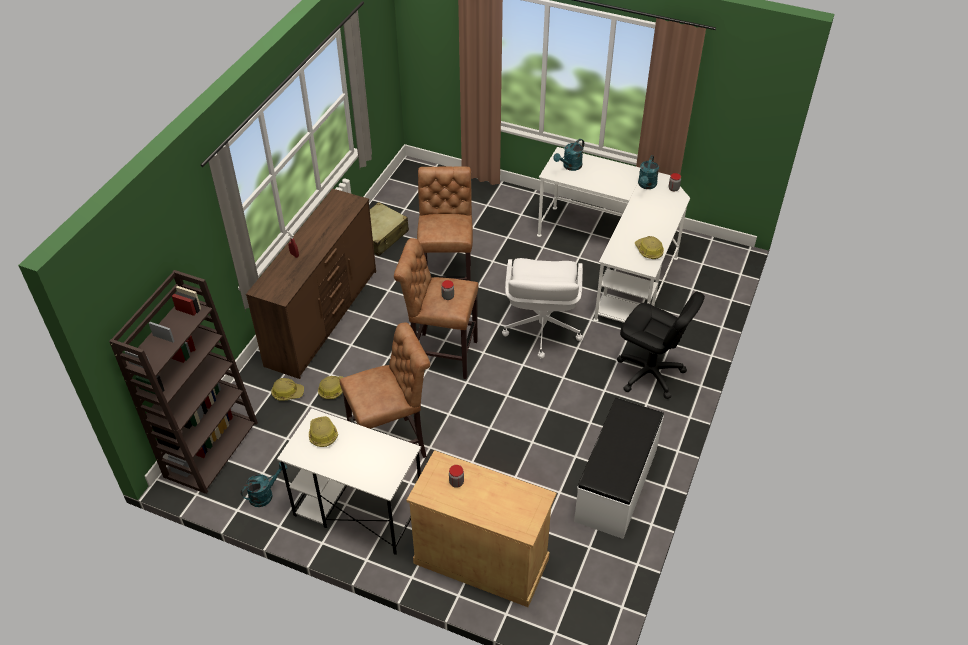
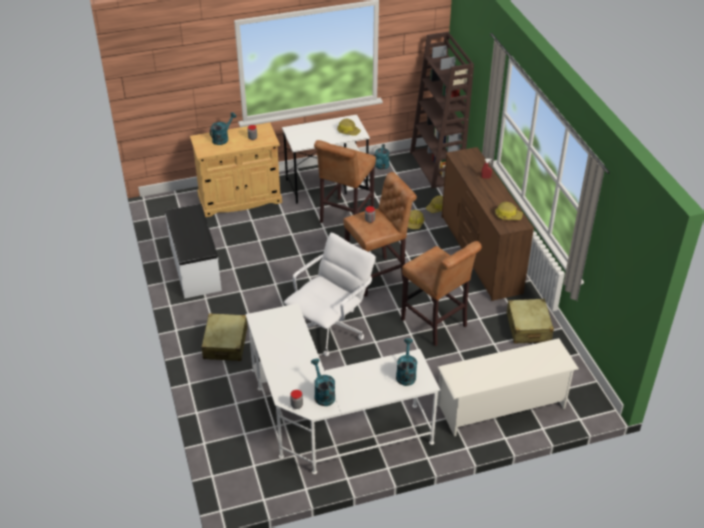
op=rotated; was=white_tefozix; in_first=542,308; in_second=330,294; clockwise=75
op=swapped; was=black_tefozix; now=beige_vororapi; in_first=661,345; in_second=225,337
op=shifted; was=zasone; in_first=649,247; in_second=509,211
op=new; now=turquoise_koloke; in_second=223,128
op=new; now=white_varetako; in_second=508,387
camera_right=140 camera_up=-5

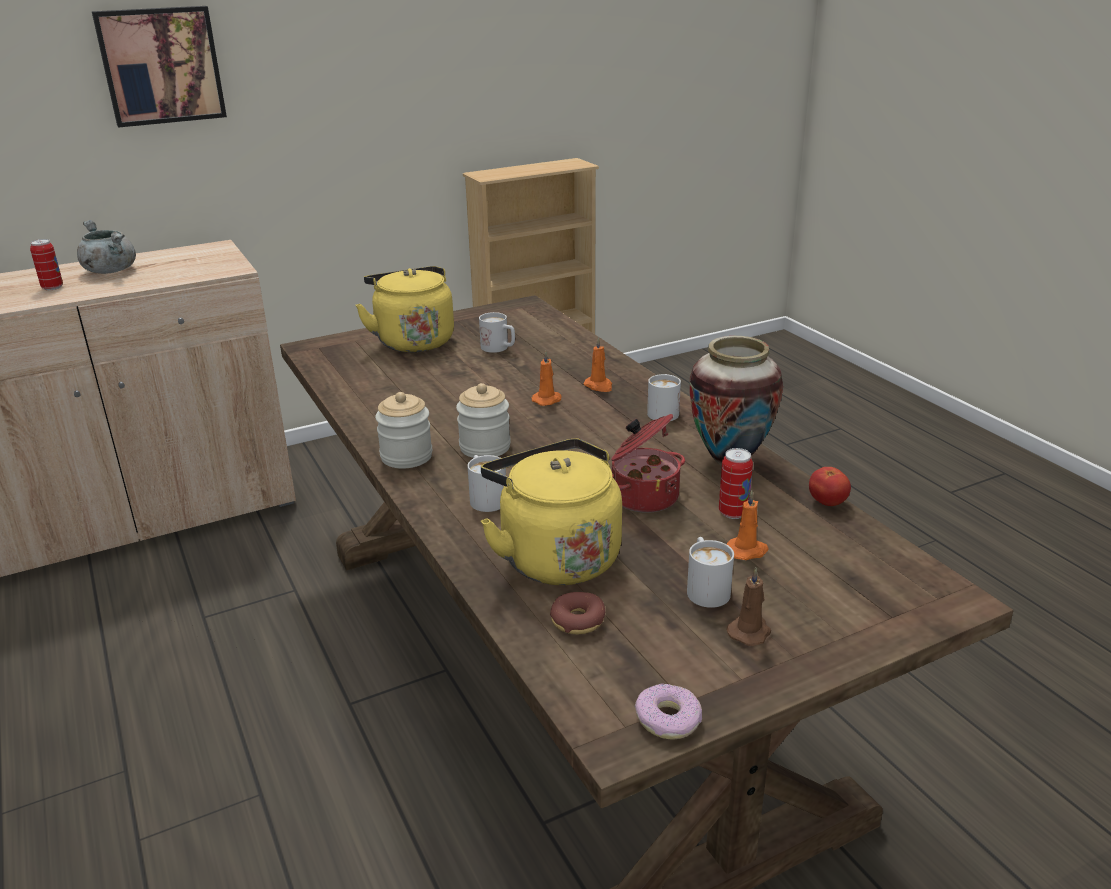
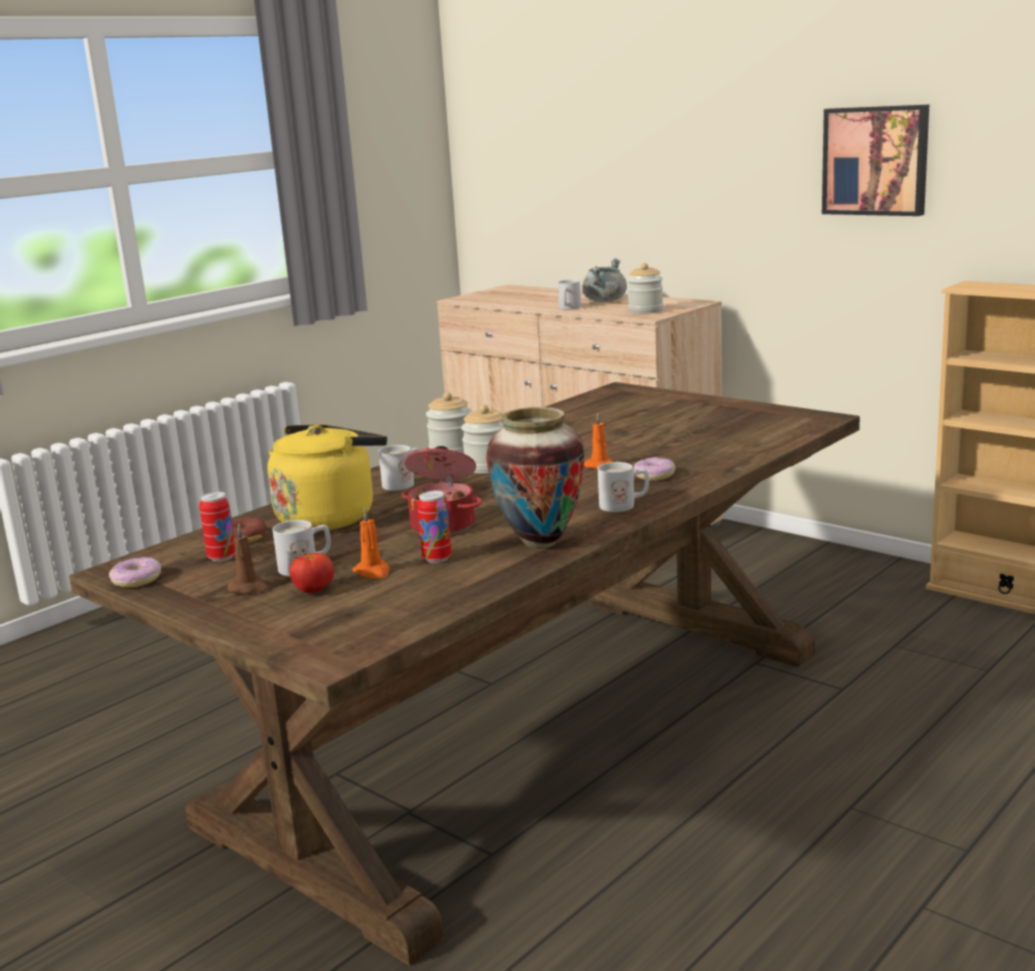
op=shifted; was=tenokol; in_first=46,264; in_second=217,527
op=shifted; was=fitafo; in_first=159,66; in_second=875,160
op=gone; was=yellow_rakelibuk; in_first=405,309
op=shifted; was=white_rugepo; in_first=497,332; in_second=569,294
op=swapped; was=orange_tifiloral; now=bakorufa; in_first=597,364; in_second=654,469
op=shifted; was=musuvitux; in_first=830,486; in_second=311,573
op=new; now=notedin; in_second=645,288
camera_right=70 camera_up=-10

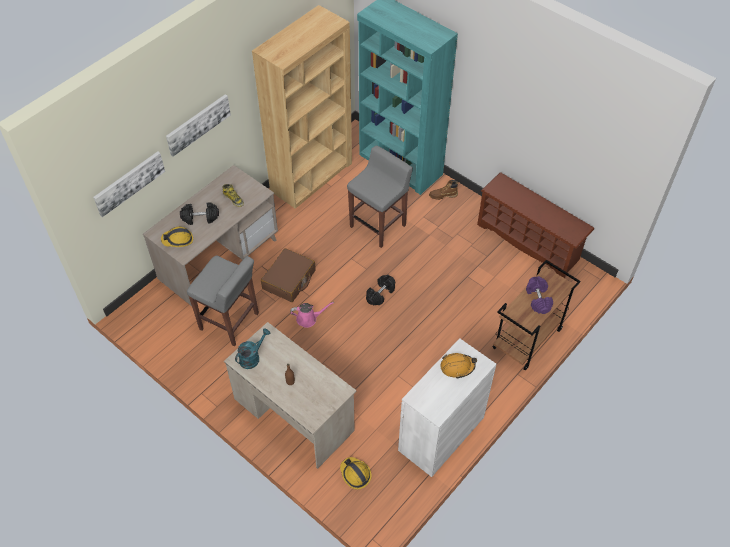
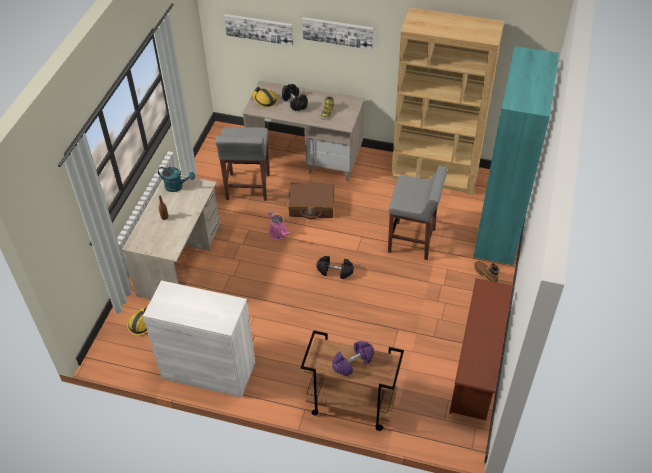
op=gone; was=orange_zasone; in_first=458,366
camera_right=65 camera_up=-5

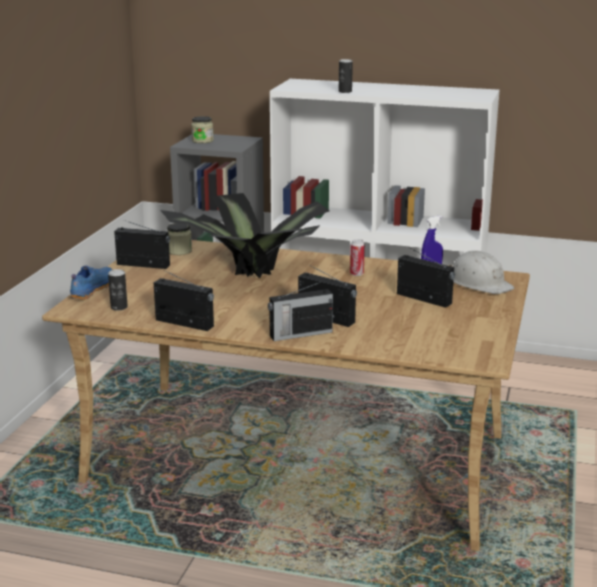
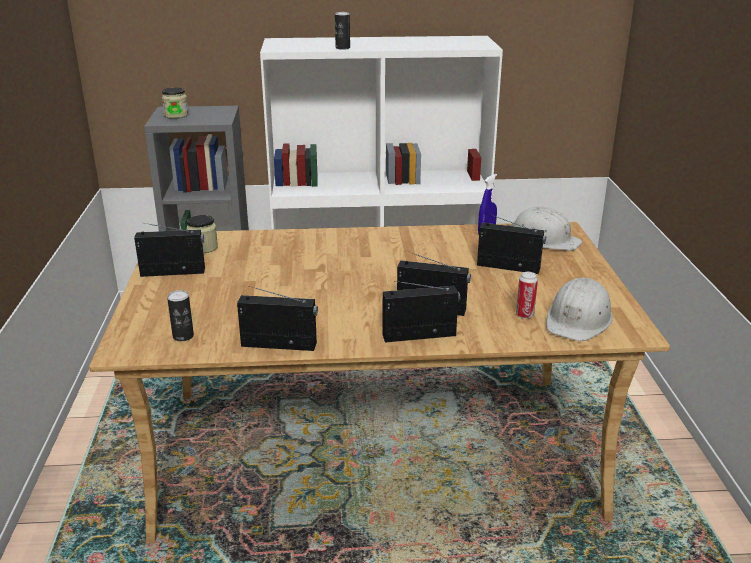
op=gone; was=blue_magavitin; in_first=91,283
op=gone; was=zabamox; in_first=245,235
op=rotated; was=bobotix; in_first=300,311; in_second=421,312; clockwise=-150
op=shifted; was=tenokol; in_first=357,257; in_second=527,295
op=new; now=white_zasone; in_second=579,309
camera_right=-20 camera_up=5

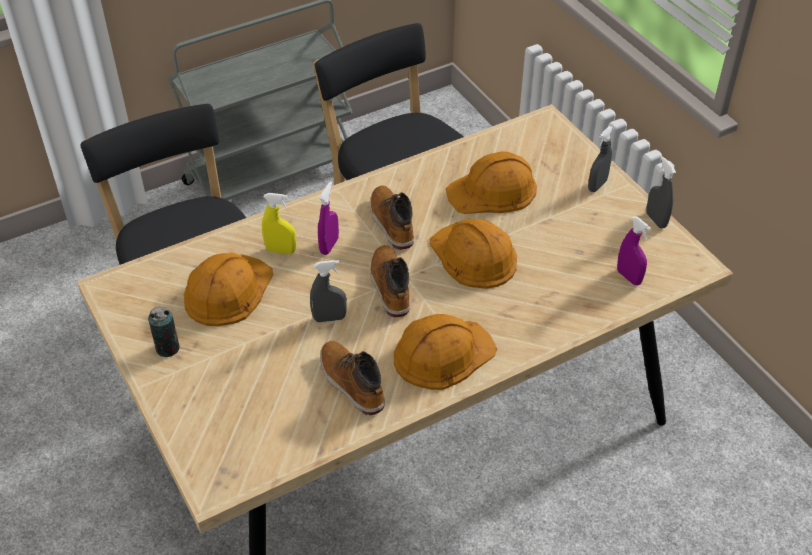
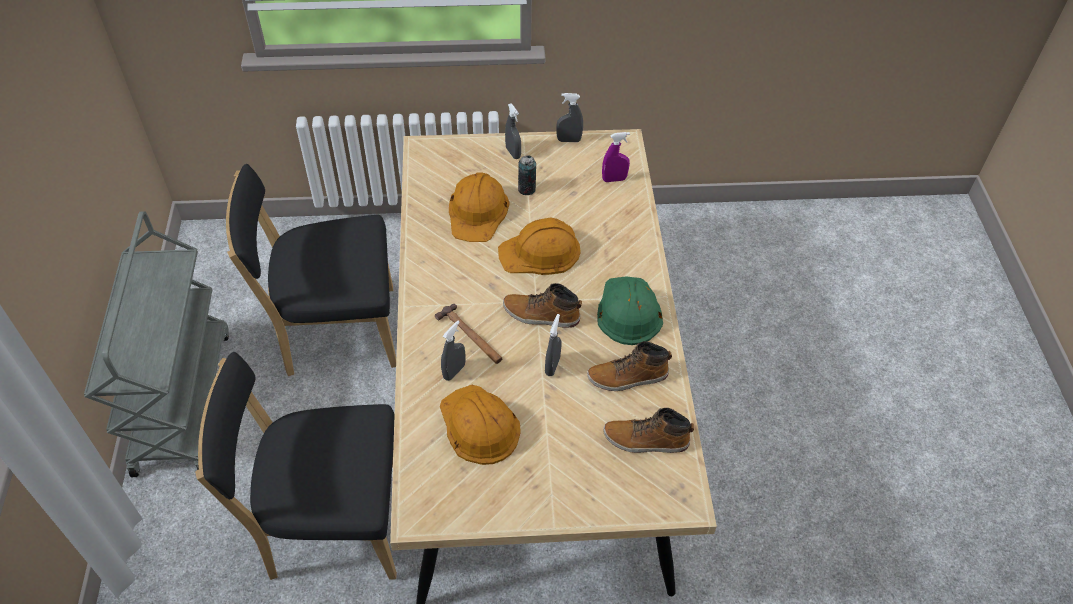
op=shifted; was=tenokol; in_first=164,331; in_second=527,175
op=repainted; was=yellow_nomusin; now=grey_nomusin; in_first=279,223; in_second=453,350
op=swapped; was=purple_nomusin; now=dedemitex; in_first=328,218; in_second=468,334
op=shifted; was=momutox; in_first=392,218; in_second=648,430
op=repainted; was=orange_zasone; now=green_zasone; in_first=445,352; in_second=630,310
camera_right=-65 camera_up=5

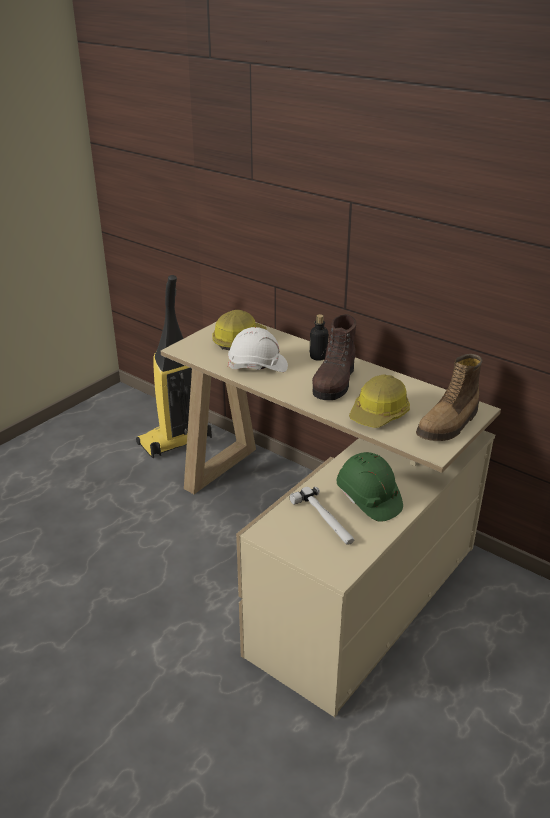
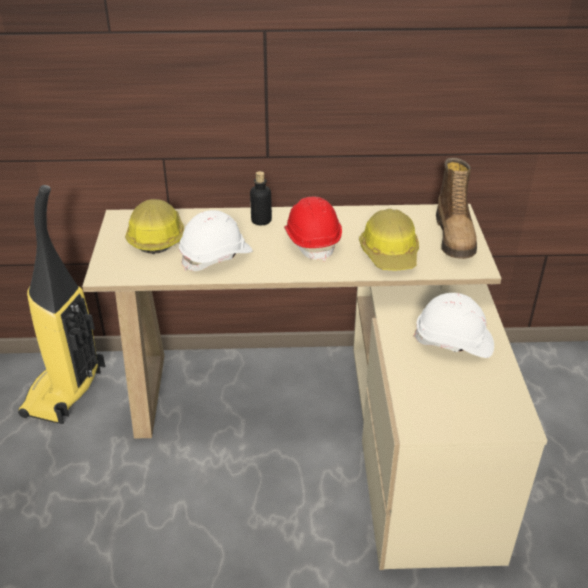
op=gone; was=dedemitex; in_first=322,516
op=swapped; was=brown_momutox; now=red_zasone; in_first=334,357; in_second=313,229
op=repainted; was=green_zasone; now=white_zasone; in_first=370,487; in_second=453,325
camera_right=-40 camera_up=5

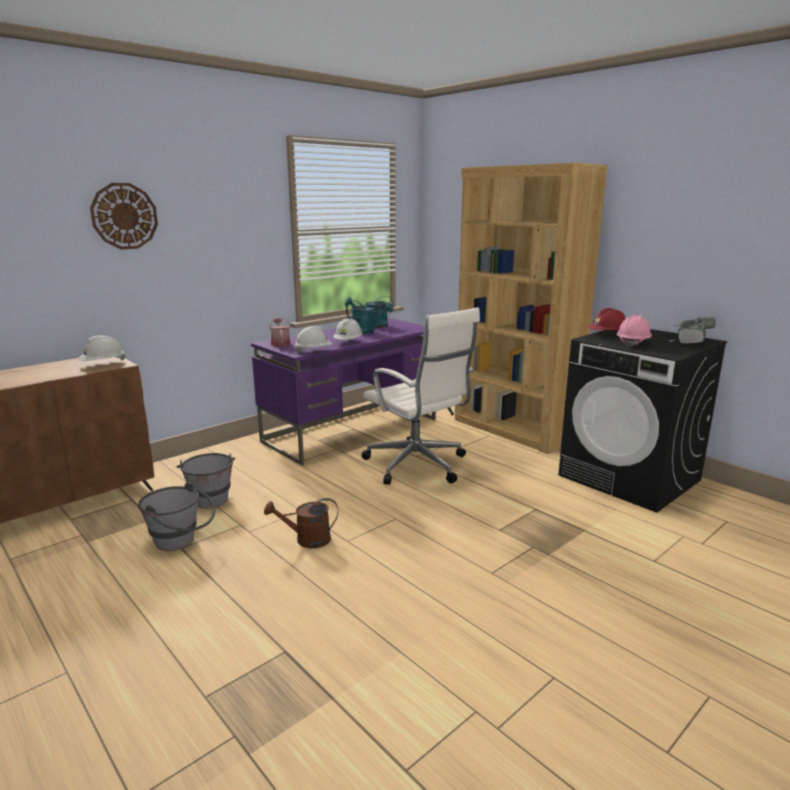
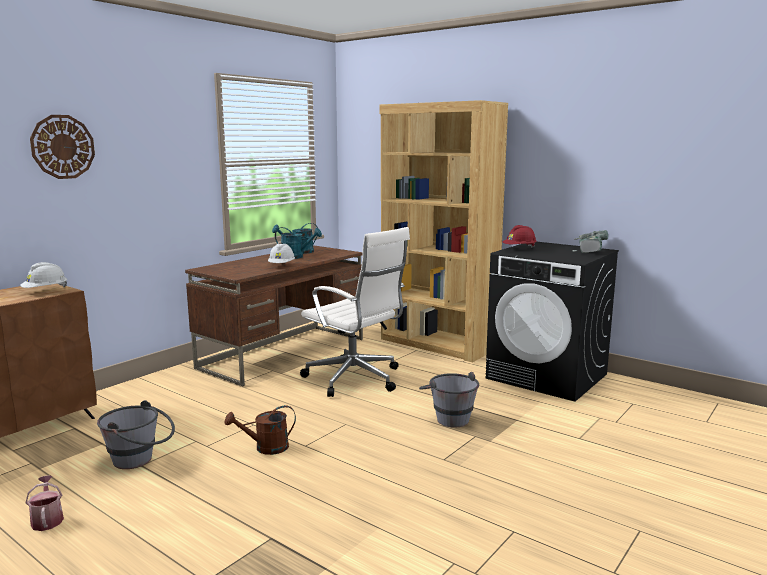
op=shifted; was=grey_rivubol; in_first=205,481; in_second=449,400
op=repainted; was=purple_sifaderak; now=brown_sifaderak; in_first=343,391; in_second=274,316
op=shifted; was=koloke; in_first=280,332; in_second=45,503
op=gone; was=white_zasone; in_first=313,339
op=gone; was=pink_zasone; in_first=634,331
camera_right=-10 camera_up=-5

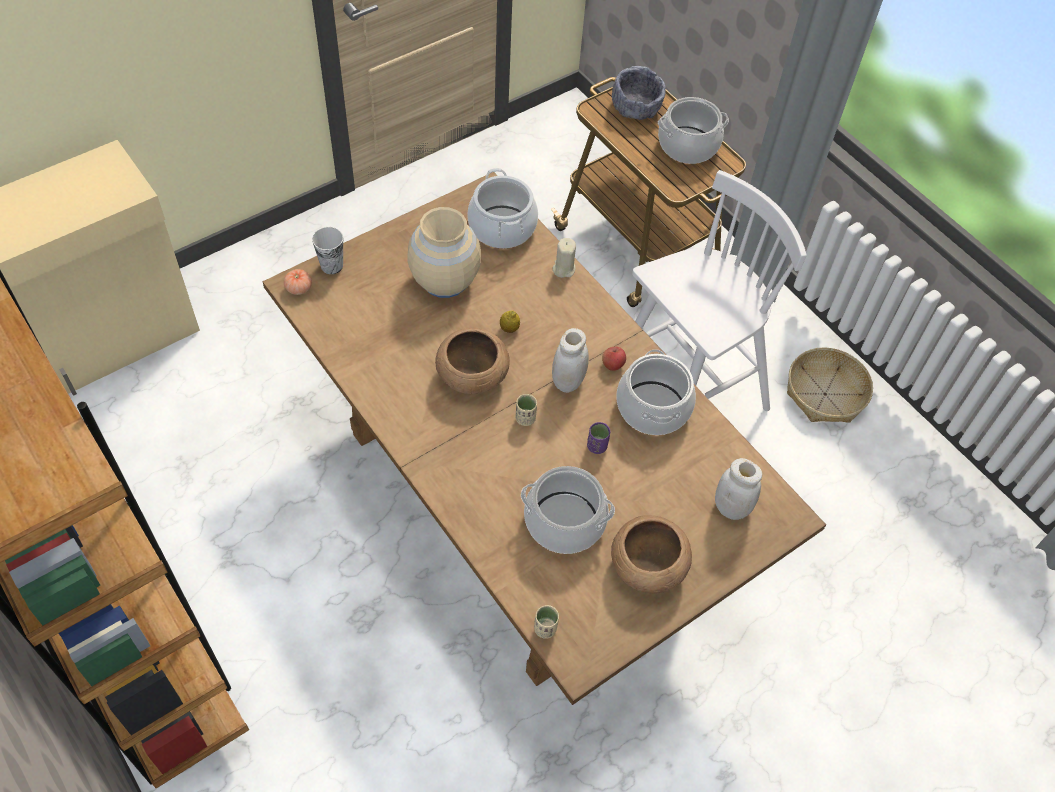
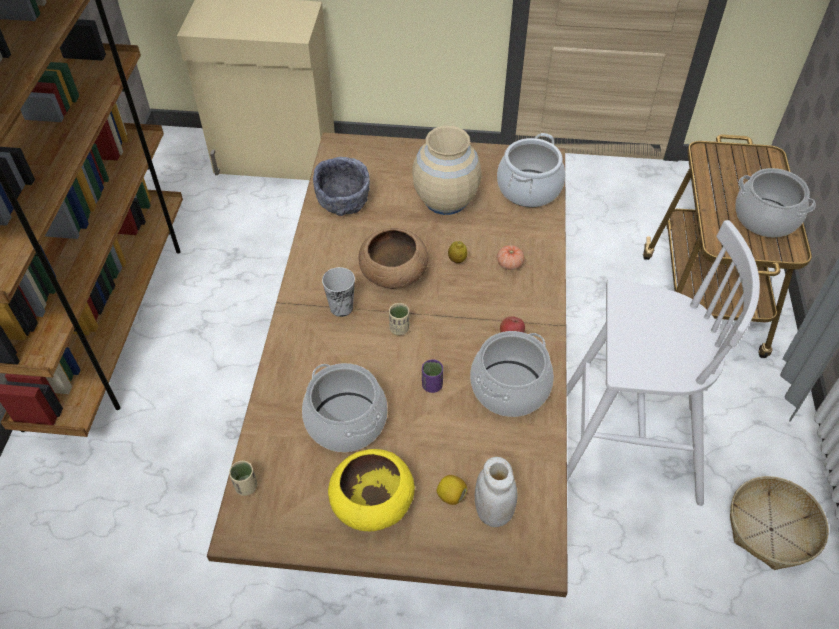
op=shifted; was=musuvitux; in_first=298,282; in_second=510,257
op=shifted; was=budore; in_first=327,250; in_second=338,292
op=gone; was=white_notedin; in_first=570,360
op=gone; was=beige_tifiloral; in_first=564,258
op=repainted; was=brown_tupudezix; now=yellow_tupudezix; in_first=651,554; in_second=371,490
op=shifted; was=grey_tupudezix; in_first=639,93; in_second=341,186
op=new; now=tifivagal; in_second=452,490
camera_right=45 camera_up=-5

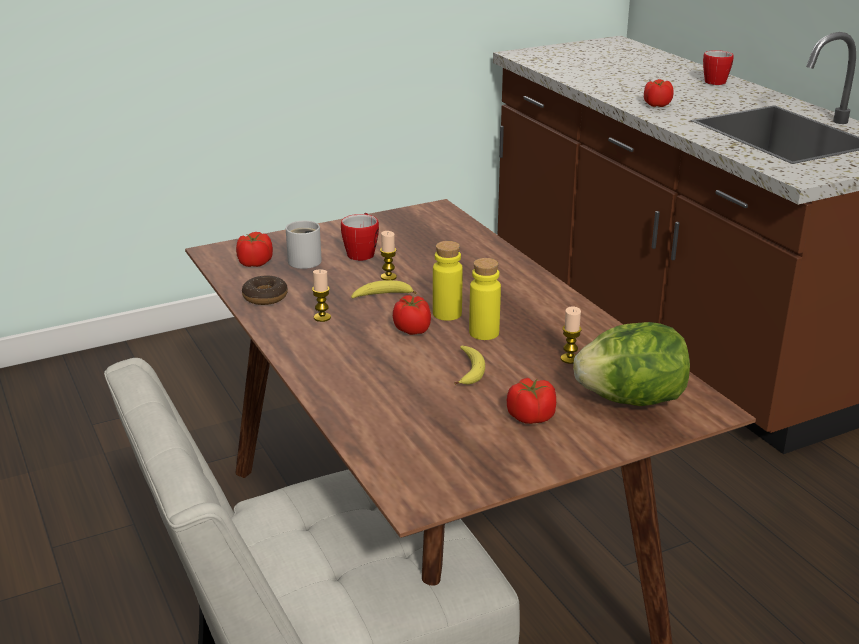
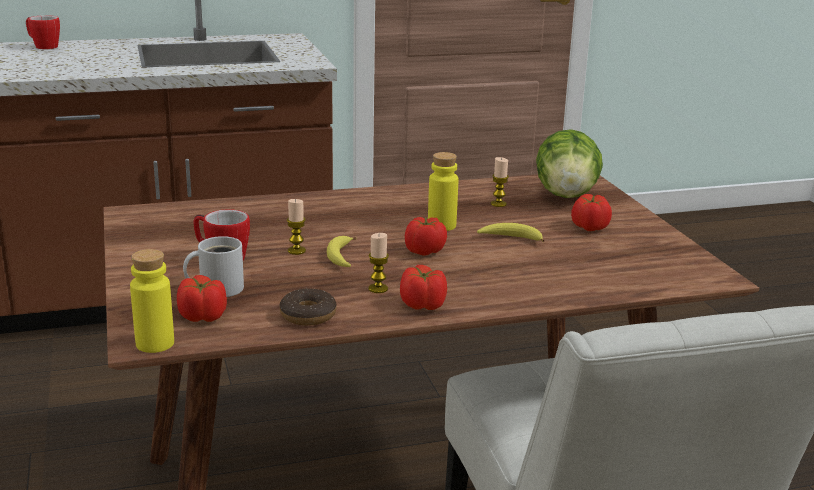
op=shifted; was=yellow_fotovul; in_first=448,281; in_second=152,301
op=shifted; was=musuvitux; in_first=659,93; in_second=423,287
camera_right=-80 camera_up=-5

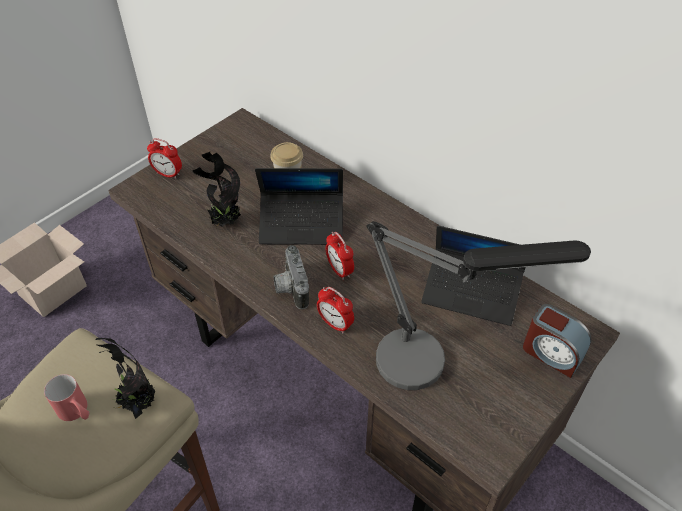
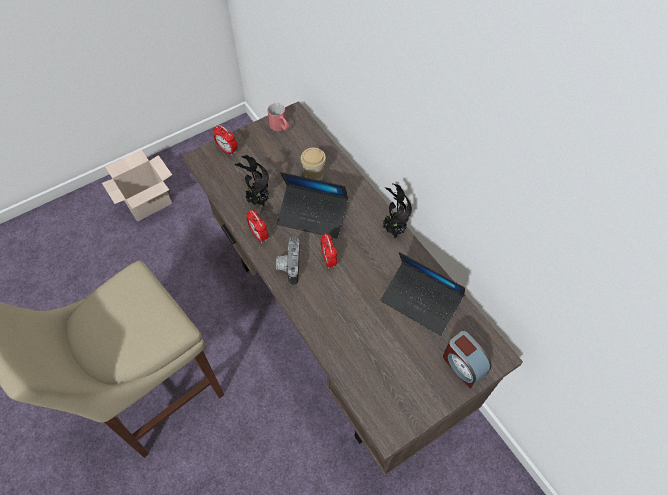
op=shifted; was=red_rugepo; in_first=66,397; in_second=278,117
op=shifted; was=zabamox; in_first=125,378; in_second=397,210
op=shifted; was=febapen; in_first=335,310; in_second=257,226
op=gone; was=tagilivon; in_first=479,305
camera_right=15 camera_up=10

